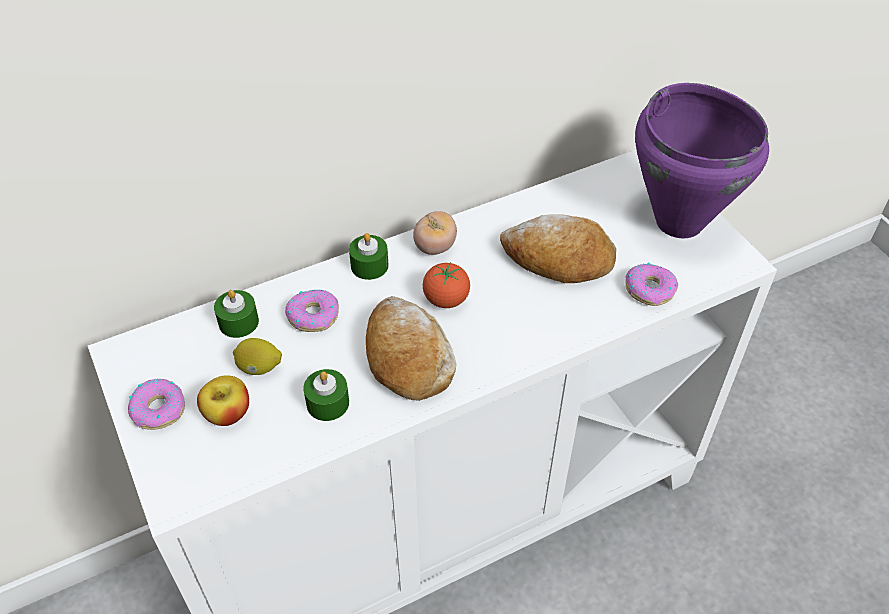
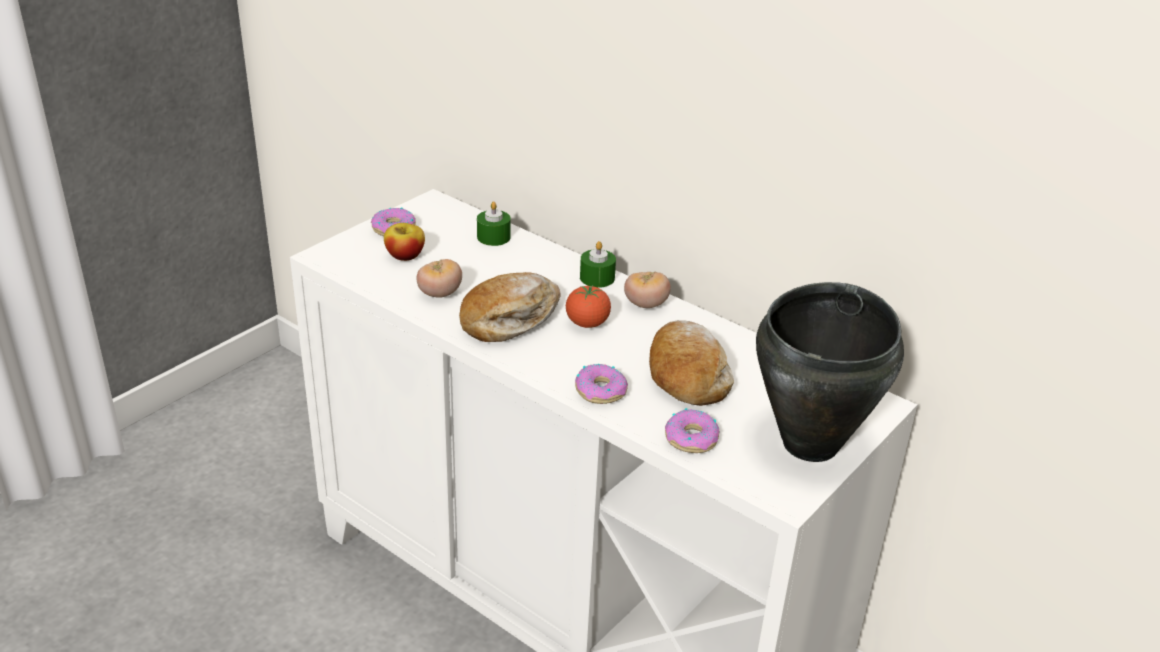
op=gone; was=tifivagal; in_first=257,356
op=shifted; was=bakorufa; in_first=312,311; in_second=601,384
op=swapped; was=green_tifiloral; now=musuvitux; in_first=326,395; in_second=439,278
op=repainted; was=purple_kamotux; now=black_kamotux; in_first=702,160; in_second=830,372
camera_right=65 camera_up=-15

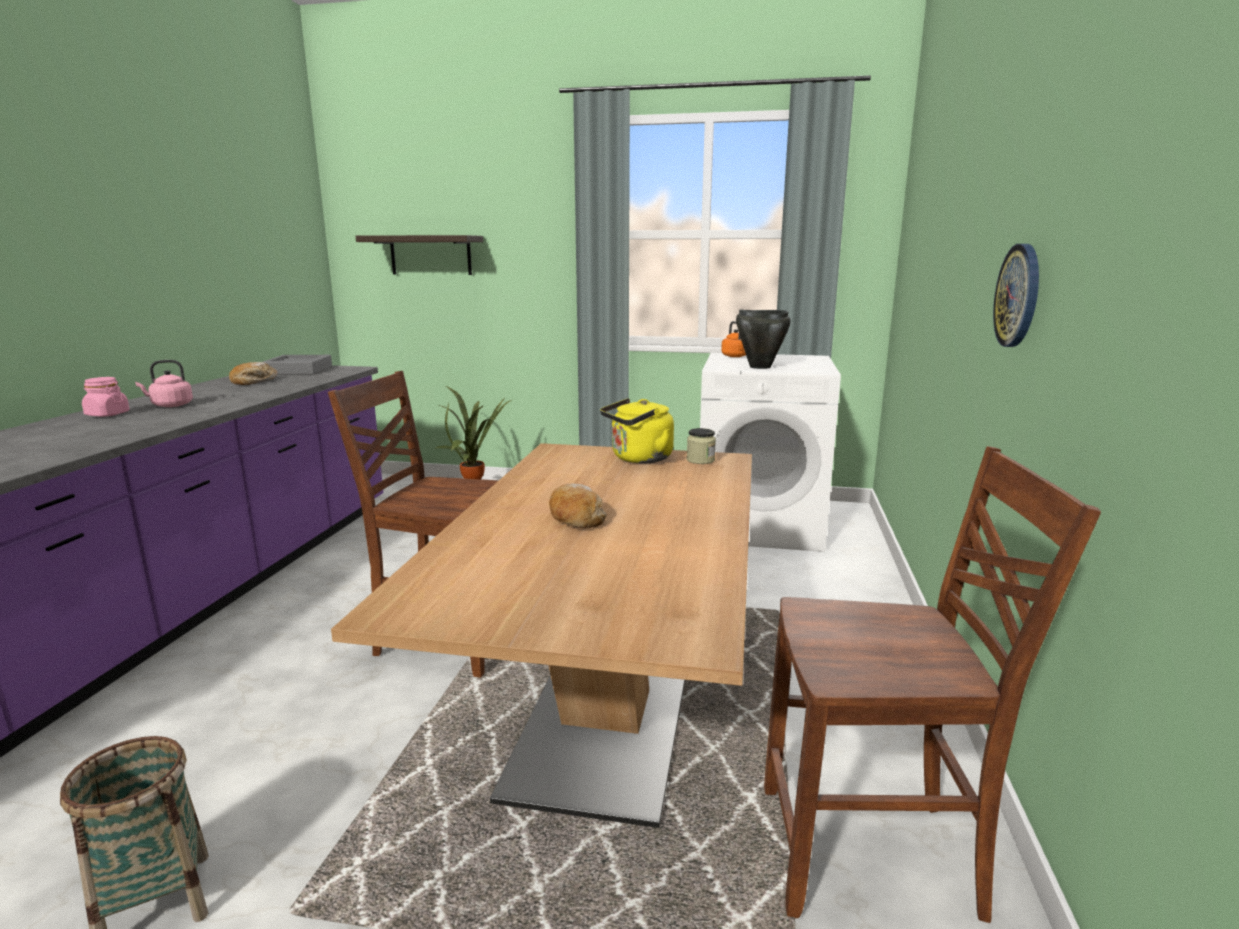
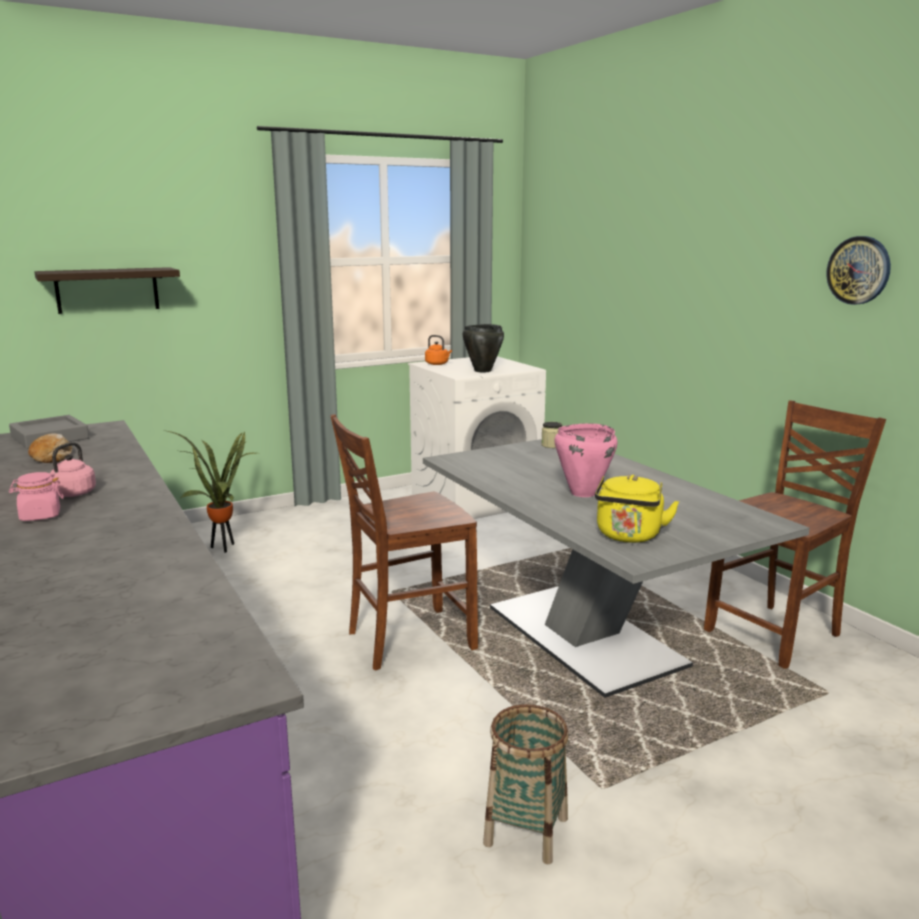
op=repainted; was=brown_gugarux; now=grey_gugarux; in_first=541,635; in_second=616,568
op=swapped; was=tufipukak; now=pink_kamotux; in_first=578,505; in_second=586,460
op=shifted; was=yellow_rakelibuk; in_first=637,431; in_second=637,509
op=shifted; was=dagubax; in_first=1016,295; in_second=858,270
camera_right=-40 camera_up=0

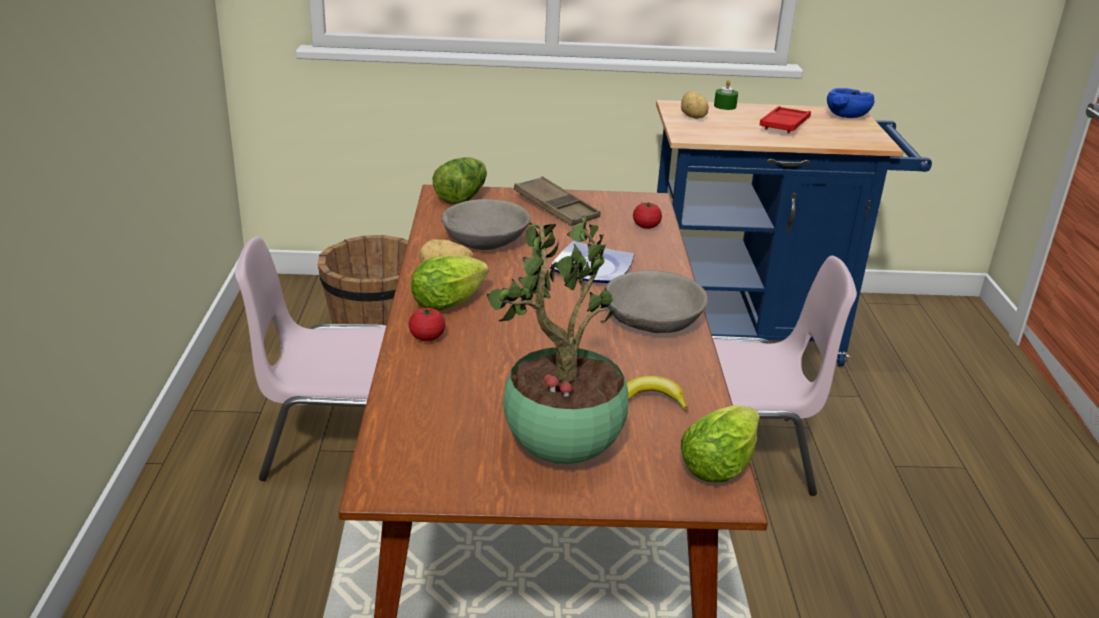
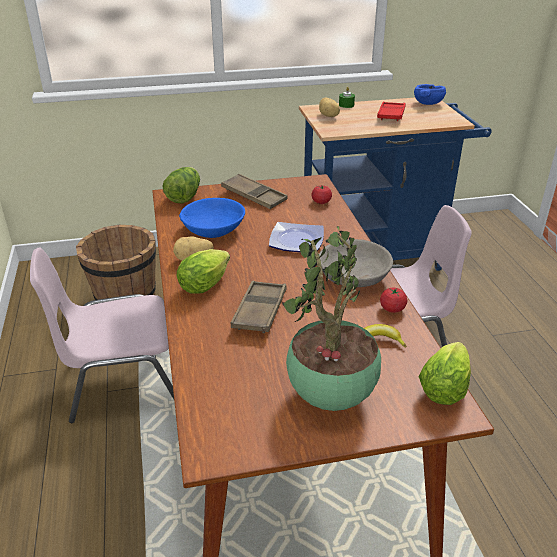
op=shifted; was=musuvitux; in_first=427,324; in_second=393,300
op=repainted; was=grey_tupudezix; now=blue_tupudezix; in_first=486,224; in_second=212,218
op=new; now=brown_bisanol; in_second=259,307
camera_right=-10 camera_up=5

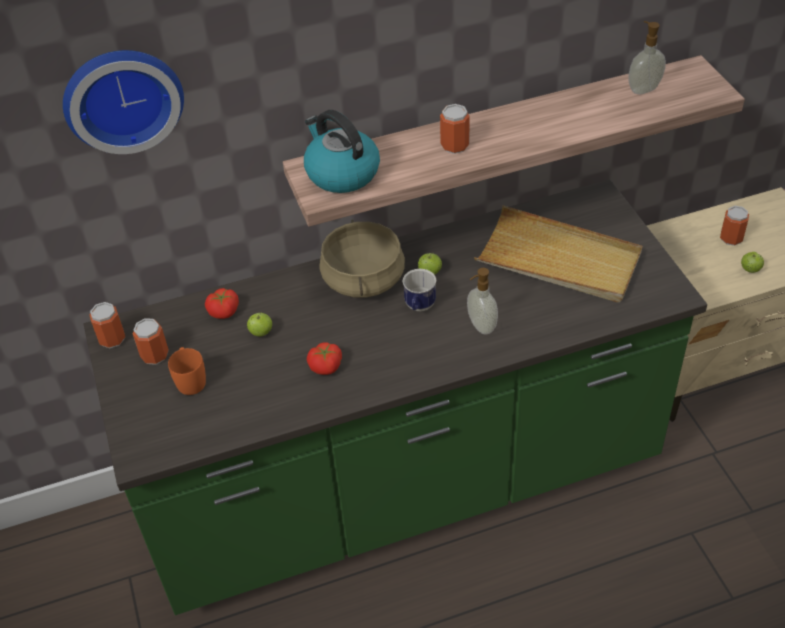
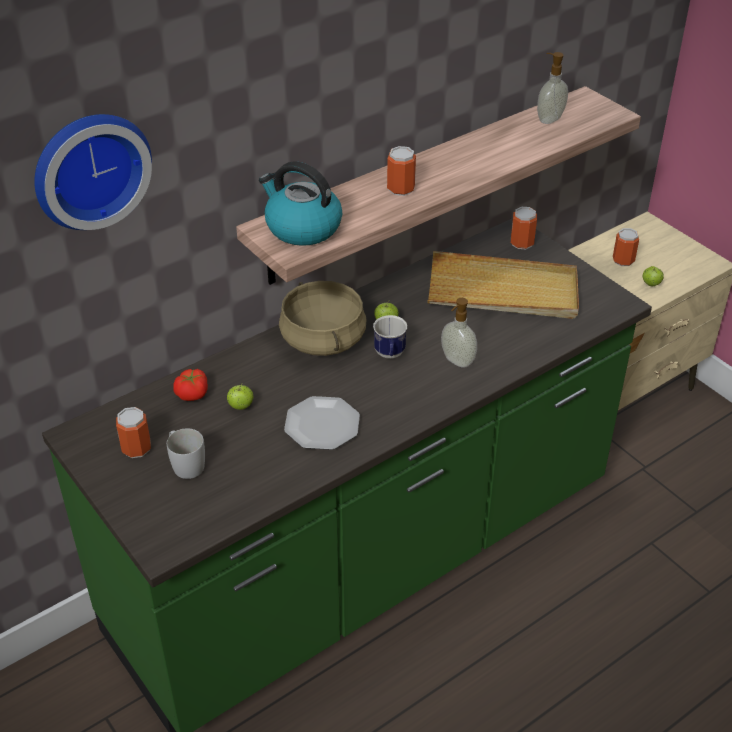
op=shifted; was=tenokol; in_first=107,325; in_second=524,228
op=repainted; was=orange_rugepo; now=white_rugepo; in_first=187,371; in_second=186,453
op=swapped; was=musuvitux; now=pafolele; in_first=324,358; in_second=322,423
camera_right=-20 camera_up=-5

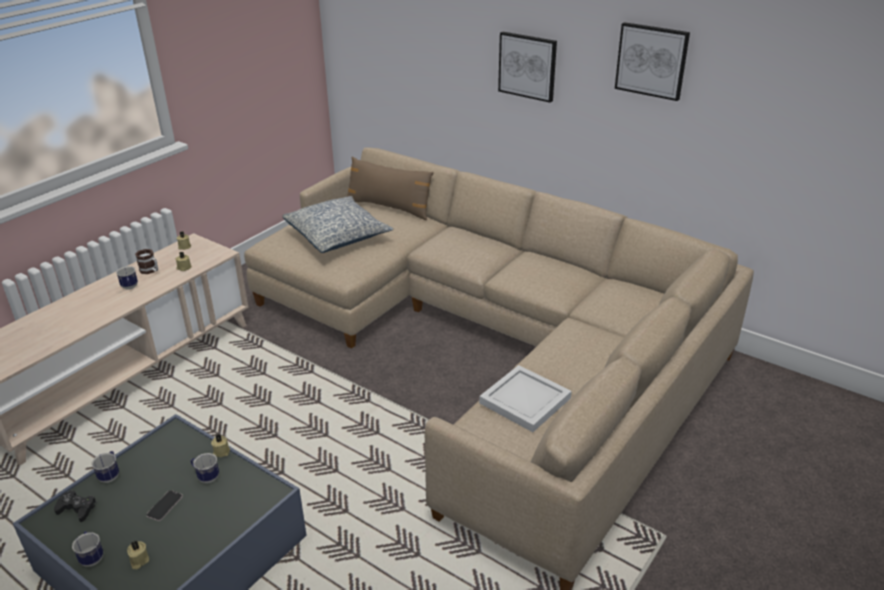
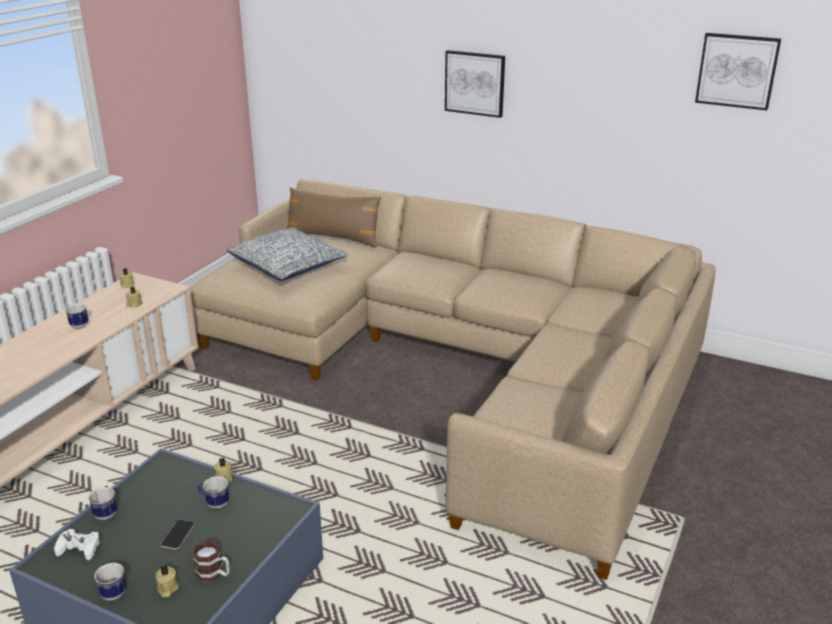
op=repainted; was=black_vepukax; now=white_vepukax; in_first=75,506; in_second=77,544
op=shifted; was=rugepo; in_first=146,261; in_second=211,561
op=gone; was=white_bisanol; in_first=525,398
op=shifted; was=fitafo; in_first=652,61; in_second=738,72
camera_right=-10 camera_up=-5

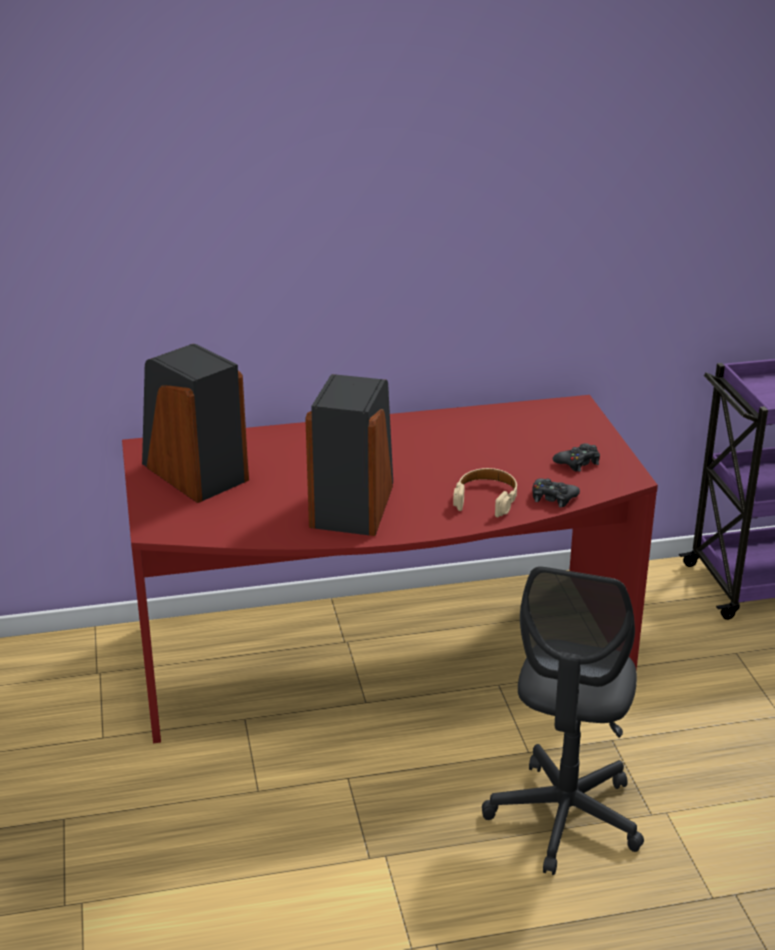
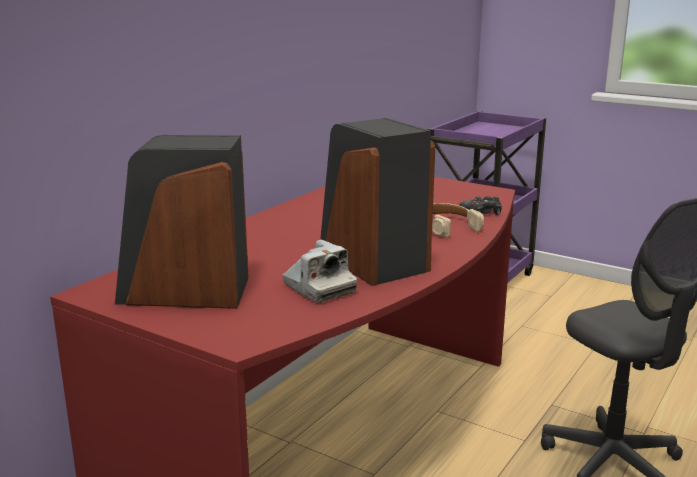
op=gone; was=black_vepukax; in_first=576,457
op=new; now=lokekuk; in_second=320,271
camera_right=-45 camera_up=-10

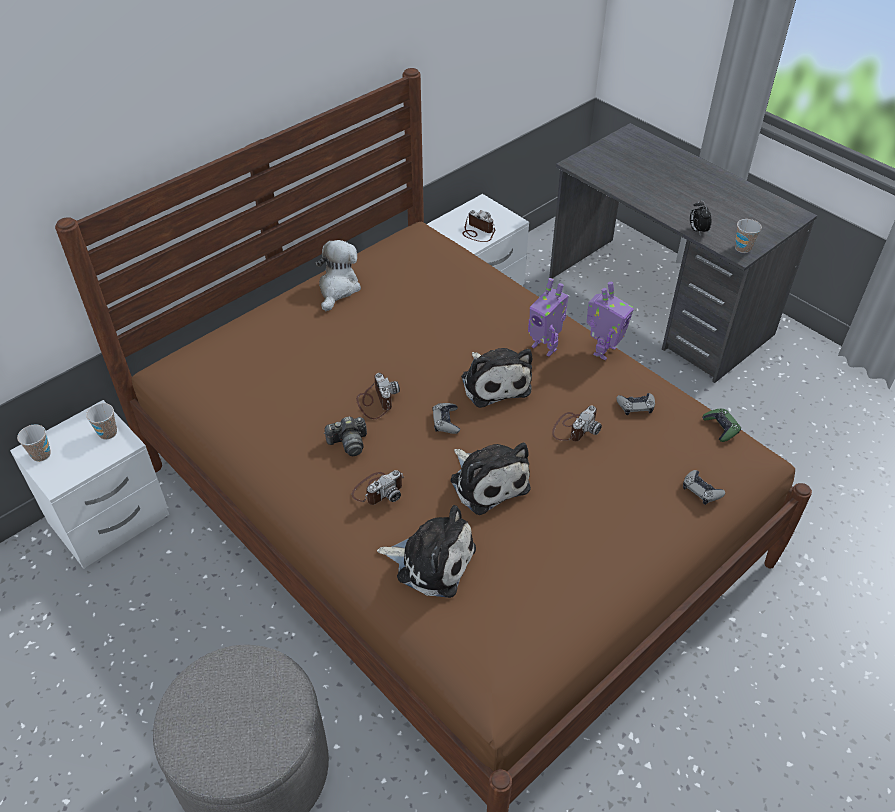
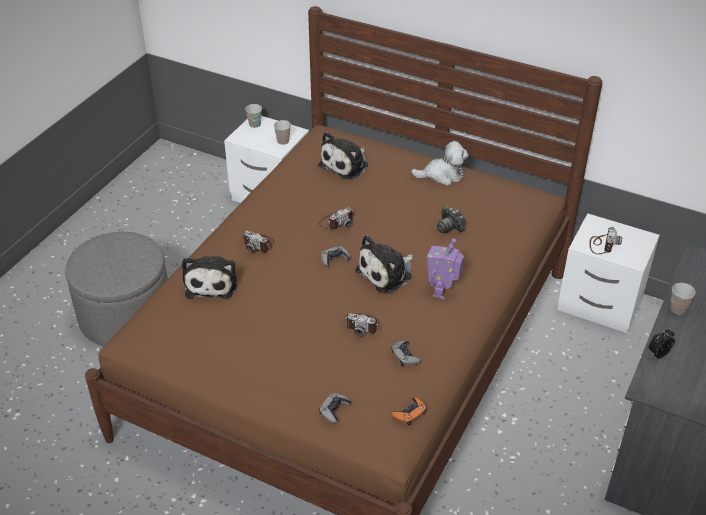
op=shifted; was=lokekuk; in_first=345,436; in_second=451,219
op=shifted; was=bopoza; in_first=490,479; in_second=344,155
op=gone; was=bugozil; in_first=610,321
op=repainted; was=green_vepukax; now=orange_vepukax; in_first=721,425; in_second=409,411
op=shifted; was=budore; in_first=748,236; in_second=683,298
camera_right=70 camera_up=-5

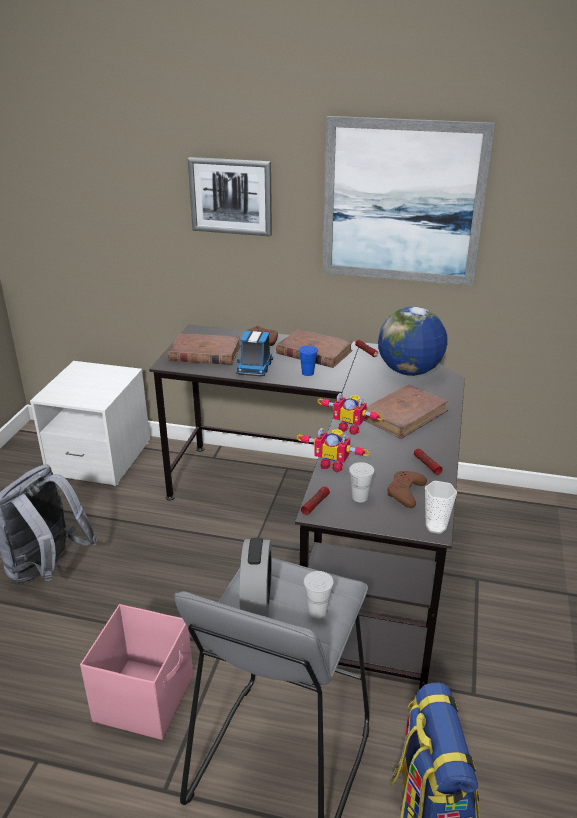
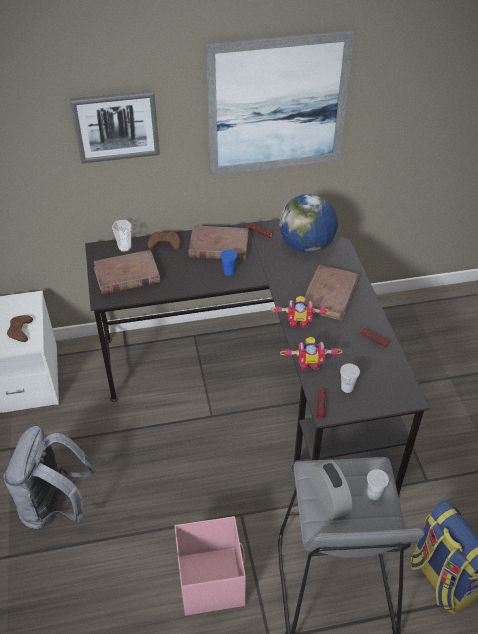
op=gone; was=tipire; in_first=254,353
op=shifted; was=brown_vepukax; in_first=407,489; in_second=20,328
op=shifted; was=budore; in_first=441,507; in_second=121,236
camera_right=-25 camera_up=15

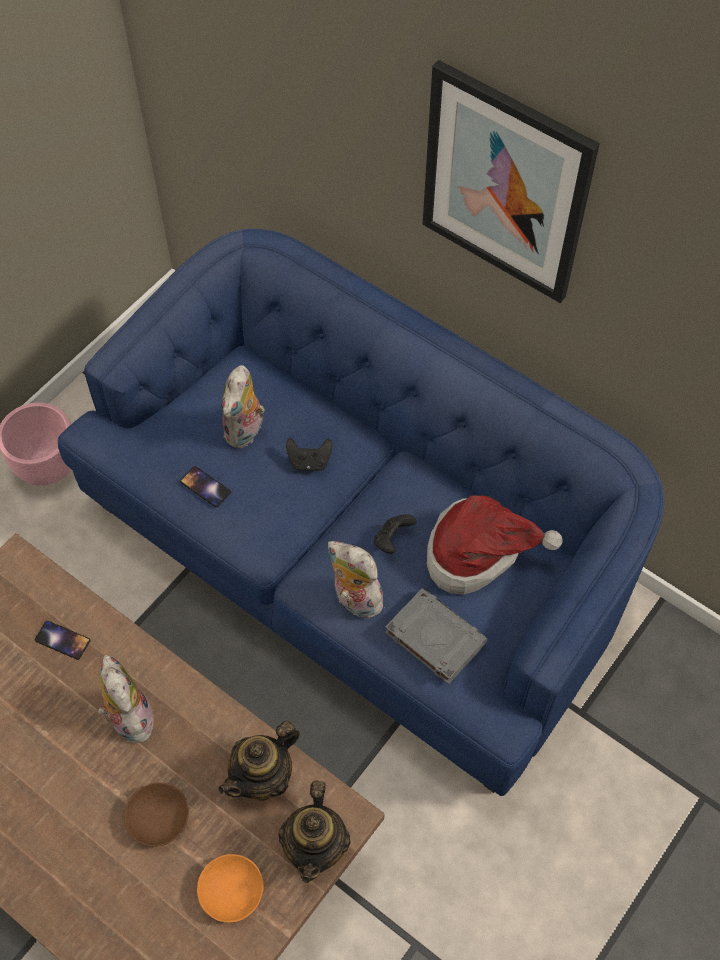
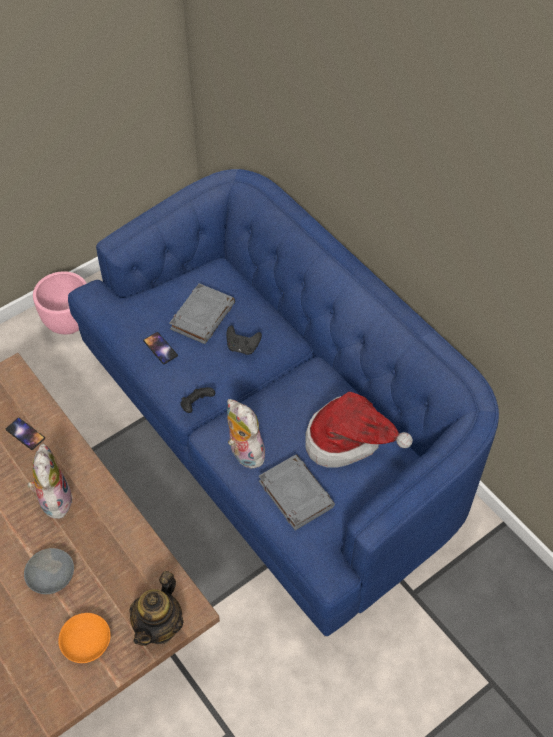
op=repainted; was=brown_tupudezix; now=grey_tupudezix; in_first=156,814; in_second=49,571
op=gone; was=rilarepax; in_first=259,761
op=swapped; was=bopoza; now=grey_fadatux; in_first=243,406; in_second=202,313
op=shifted; was=black_vepukax; in_first=395,534; in_second=197,400
op=gone; was=fitafo; in_first=511,181
camera_right=15 camera_up=-5

